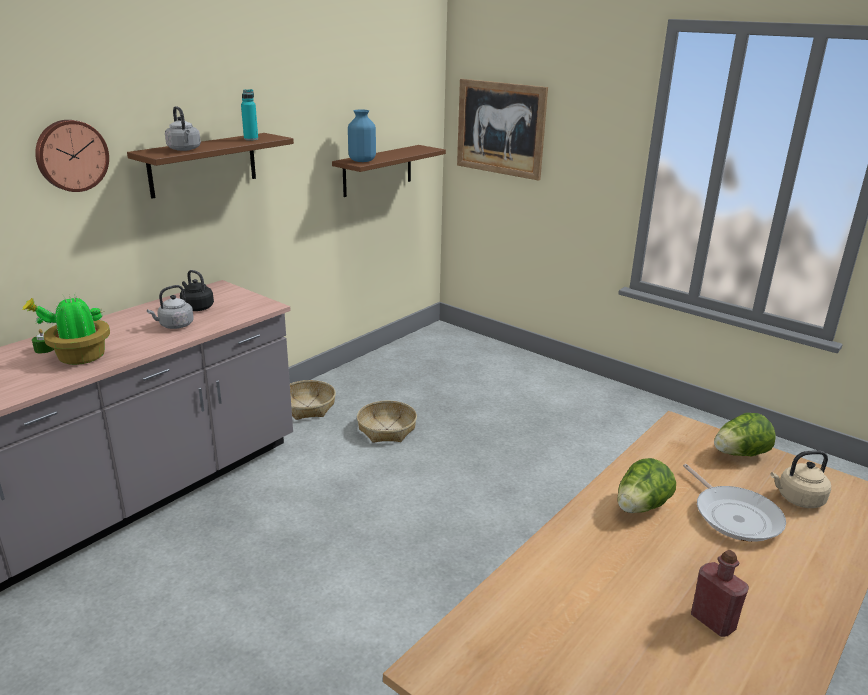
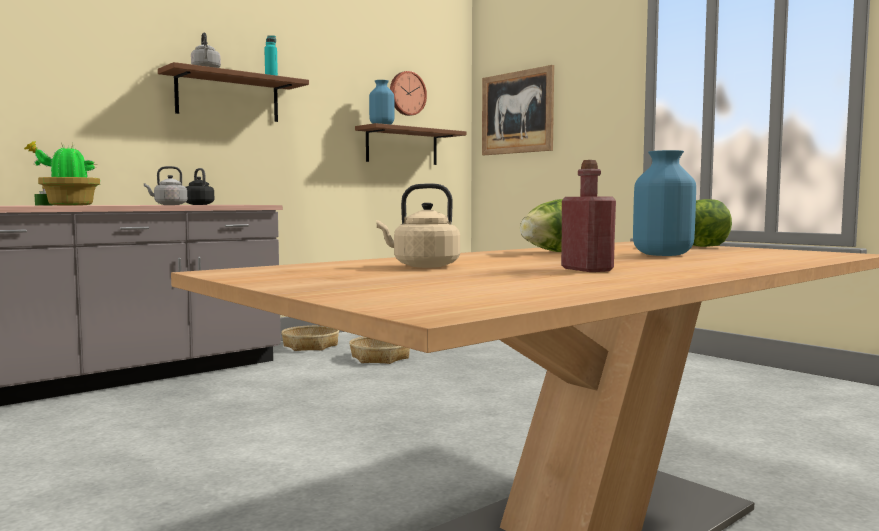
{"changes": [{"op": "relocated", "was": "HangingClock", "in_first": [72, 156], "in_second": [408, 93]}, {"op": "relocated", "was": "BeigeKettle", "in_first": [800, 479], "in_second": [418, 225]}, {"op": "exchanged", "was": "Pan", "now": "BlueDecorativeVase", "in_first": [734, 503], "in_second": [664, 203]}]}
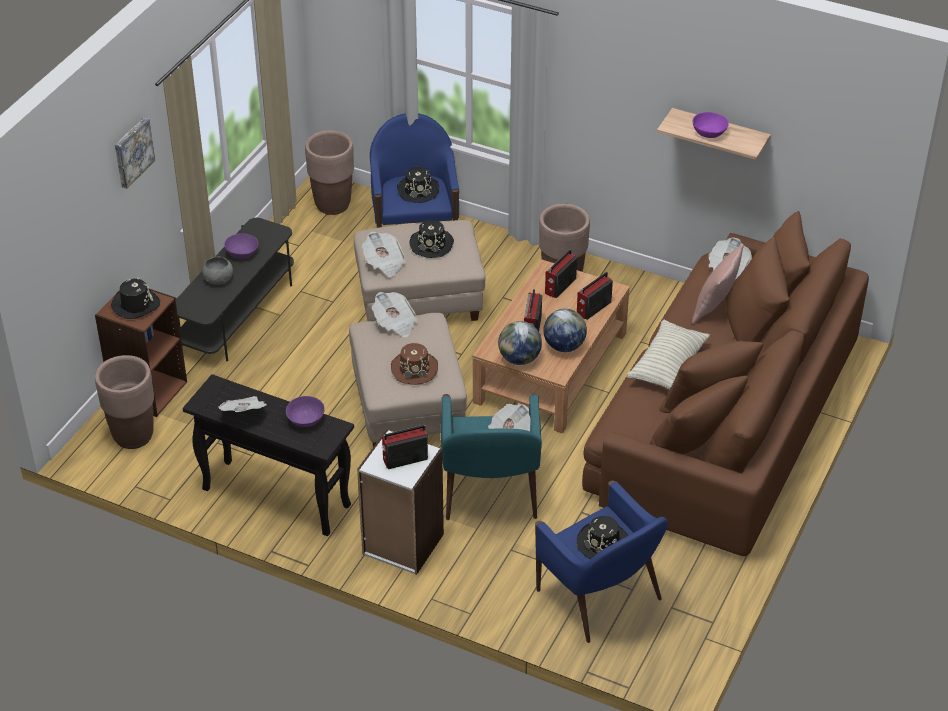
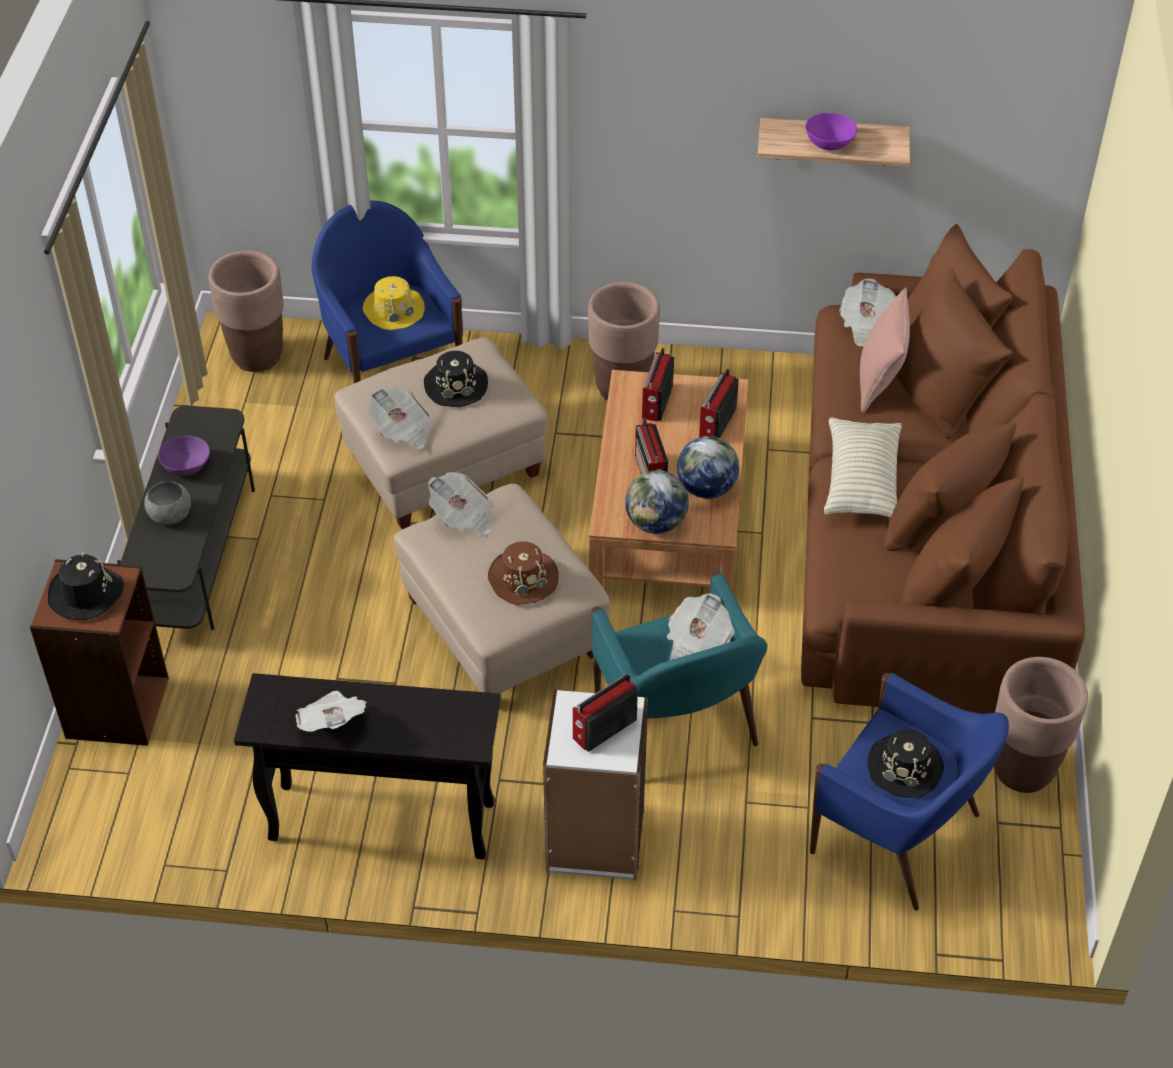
{"changes": [{"op": "missing", "was": "WallArt", "in_first": [135, 153]}, {"op": "missing", "was": "PurpleDeepDish", "in_first": [305, 411]}, {"op": "relocated", "was": "BrownFlowerPot", "in_first": [124, 402], "in_second": [1041, 725]}, {"op": "colour", "was": "BlackishClothingHat", "now": "YellowishClothingHat", "in_first": [418, 185], "in_second": [394, 303]}]}
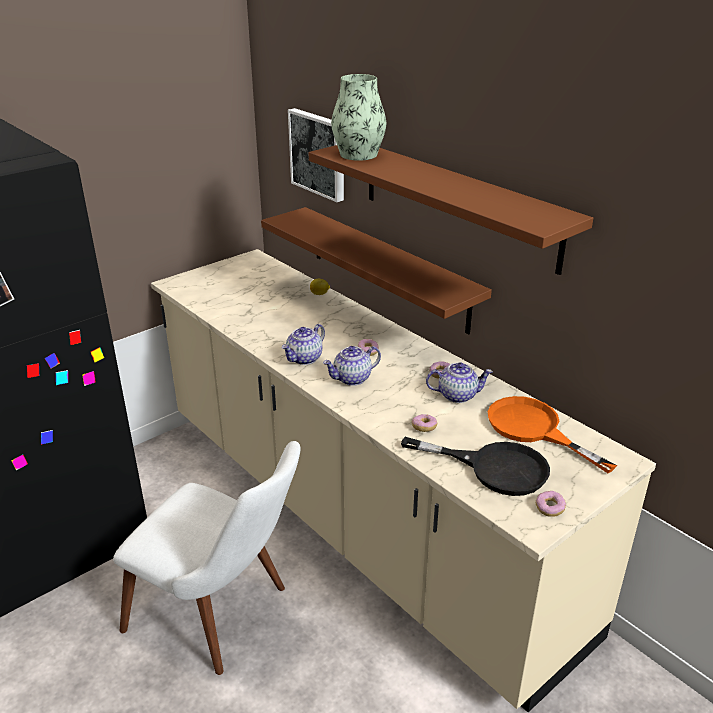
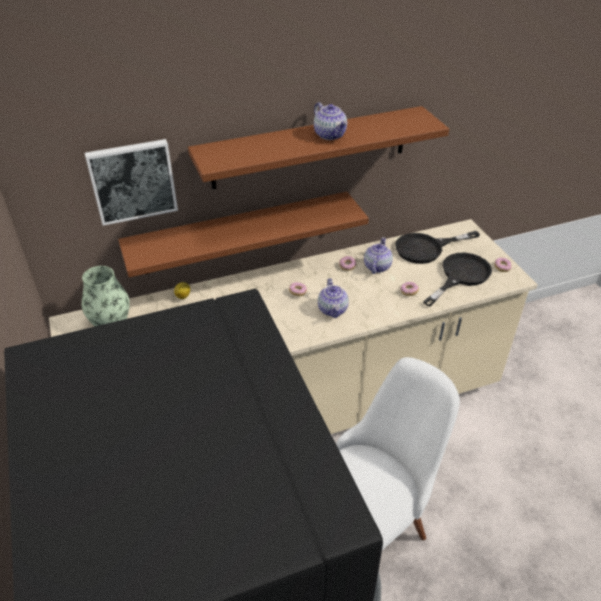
{"changes": [{"op": "relocated", "was": "TeaPot", "in_first": [303, 344], "in_second": [331, 121]}, {"op": "relocated", "was": "DecorativeVase", "in_first": [359, 117], "in_second": [106, 296]}, {"op": "colour", "was": "OrangeyPan", "now": "BlackishPan", "in_first": [552, 434], "in_second": [437, 247]}]}
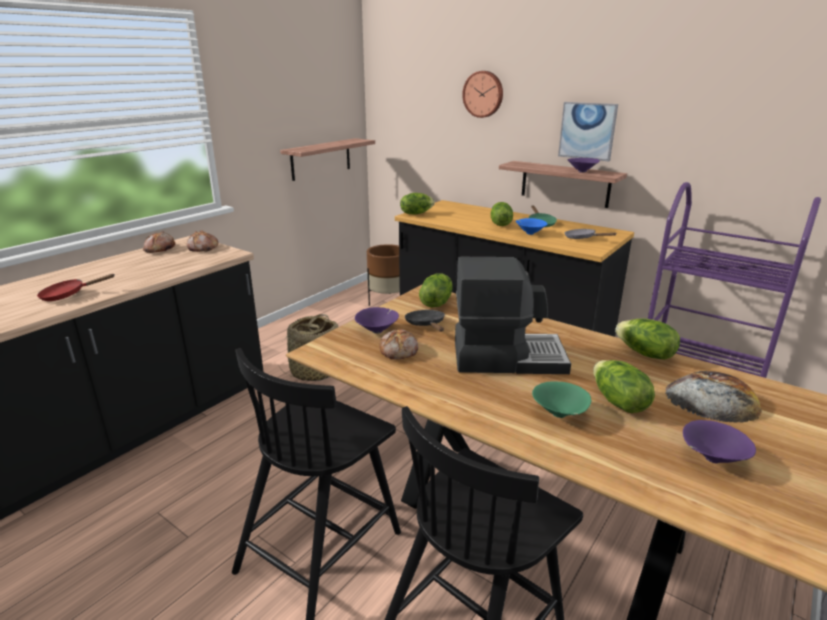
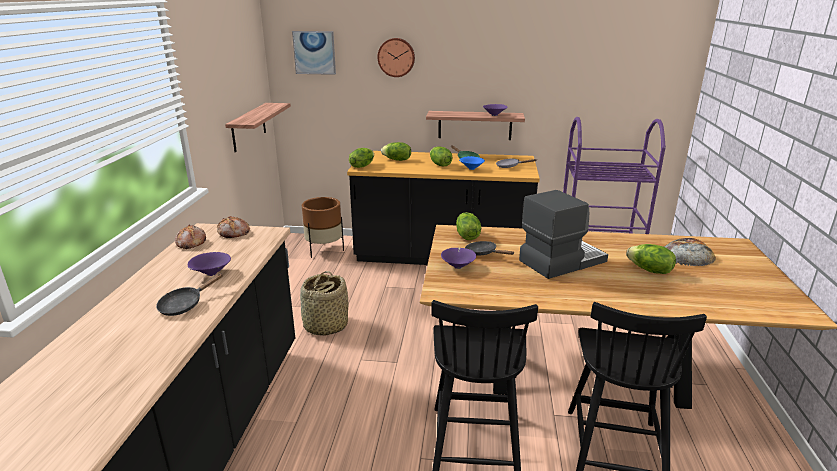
{"changes": [{"op": "missing", "was": "BakedBread", "in_first": [399, 344]}, {"op": "missing", "was": "GreenColouredDeepDish", "in_first": [562, 399]}, {"op": "relocated", "was": "WallArt", "in_first": [588, 131], "in_second": [314, 53]}, {"op": "relocated", "was": "LettuceHead", "in_first": [647, 339], "in_second": [396, 151]}, {"op": "relocated", "was": "PurpleDeepDish", "in_first": [719, 441], "in_second": [209, 264]}, {"op": "colour", "was": "ReddishPan", "now": "BlackishPan", "in_first": [75, 287], "in_second": [189, 294]}]}
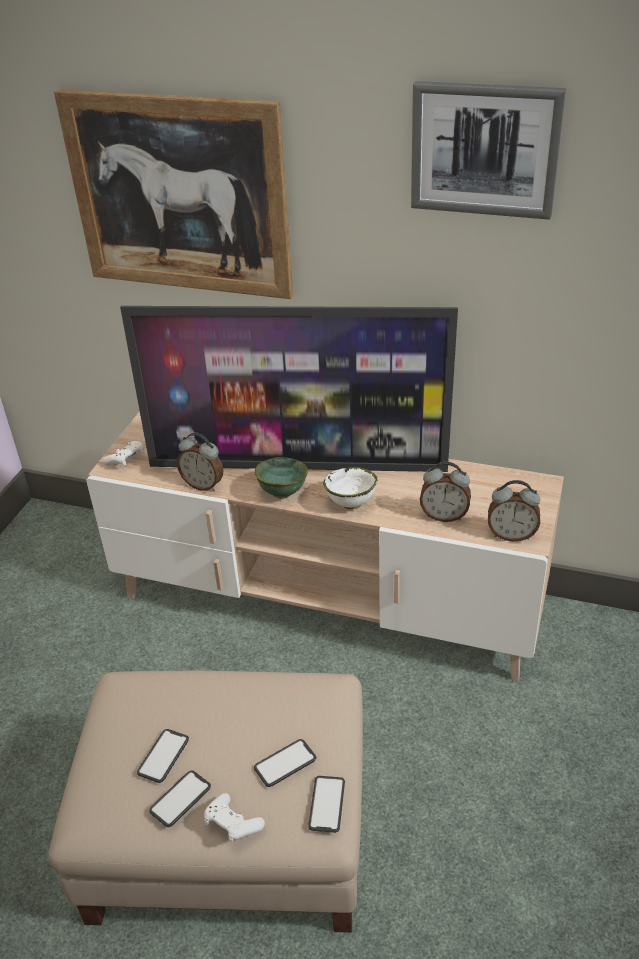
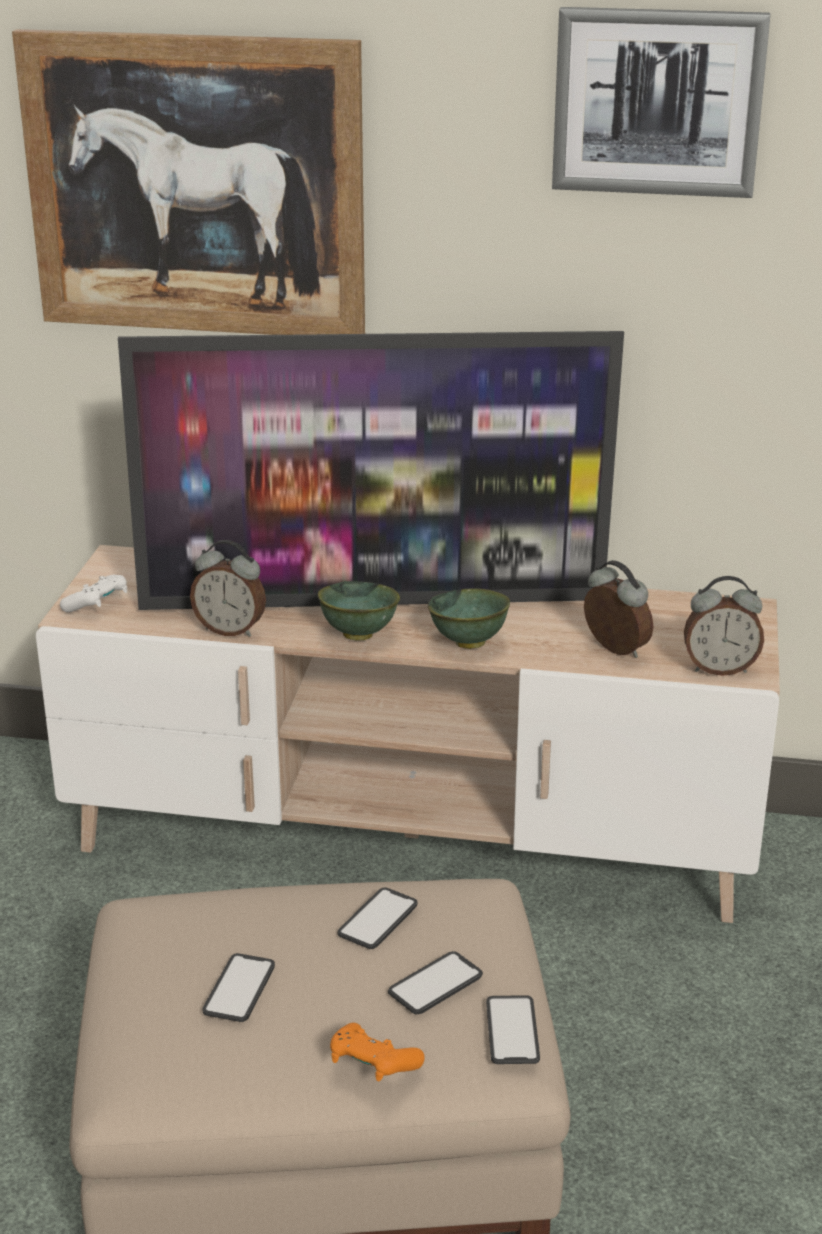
{"changes": [{"op": "relocated", "was": "Telephone", "in_first": [180, 798], "in_second": [377, 918]}, {"op": "colour", "was": "WhiteJoypad", "now": "OrangeyJoypad", "in_first": [234, 818], "in_second": [377, 1052]}, {"op": "colour", "was": "WhiteDeepDish", "now": "GreenColouredDeepDish", "in_first": [350, 488], "in_second": [469, 618]}, {"op": "spun", "was": "TableClock", "in_first": [445, 492], "in_second": [619, 609], "clockwise": -135}]}
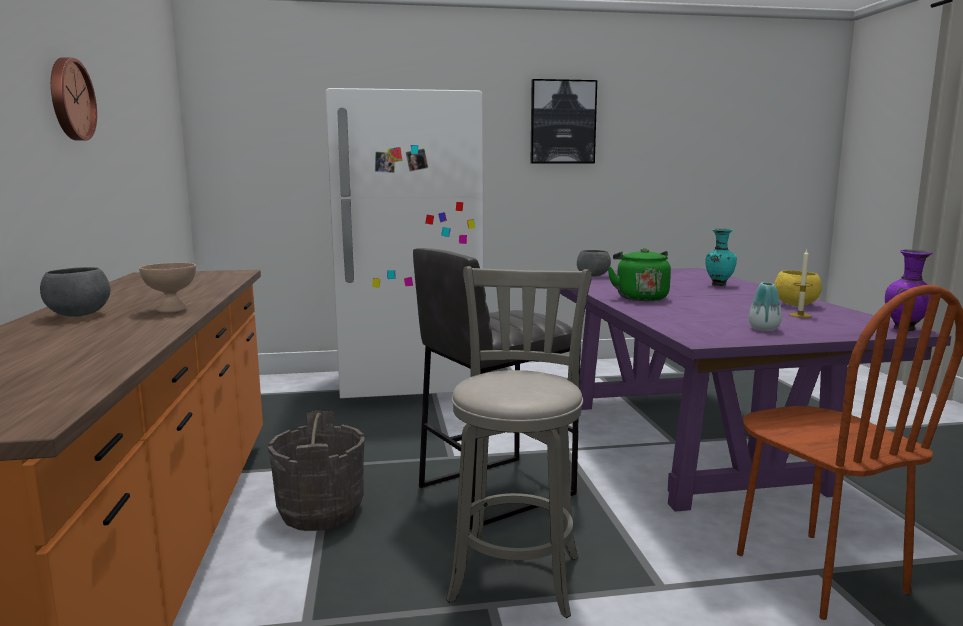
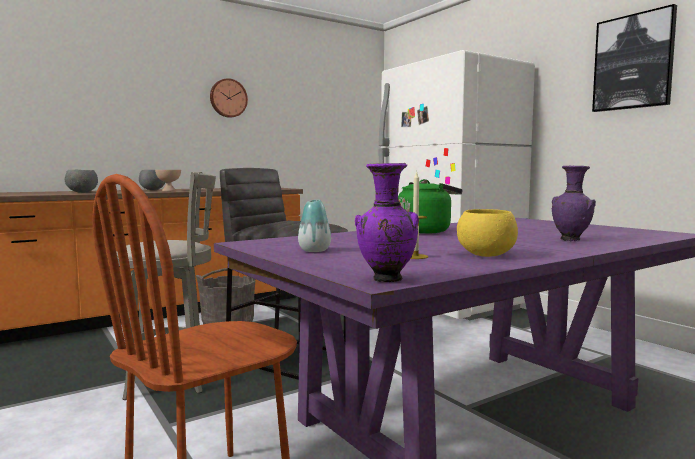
{"changes": [{"op": "relocated", "was": "GreyDeepDish", "in_first": [594, 263], "in_second": [81, 181]}, {"op": "colour", "was": "TurquoiseDecorativeVase", "now": "PurpleDecorativeVase", "in_first": [721, 257], "in_second": [574, 204]}]}
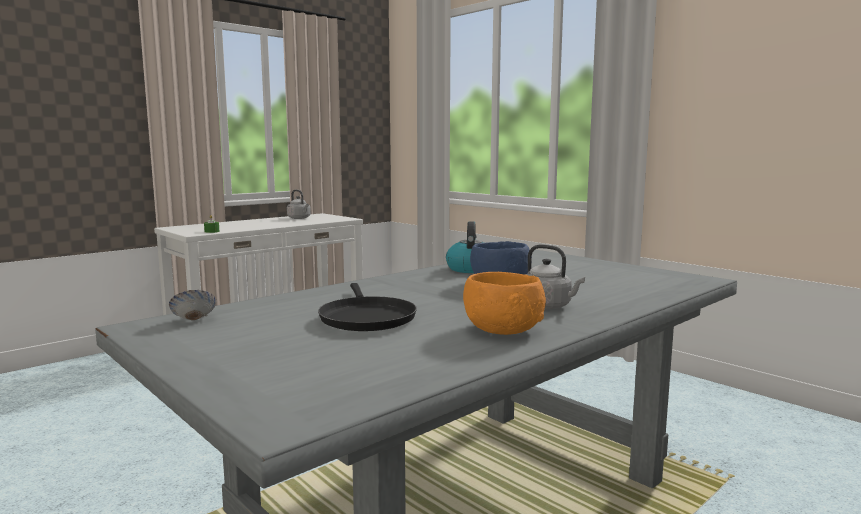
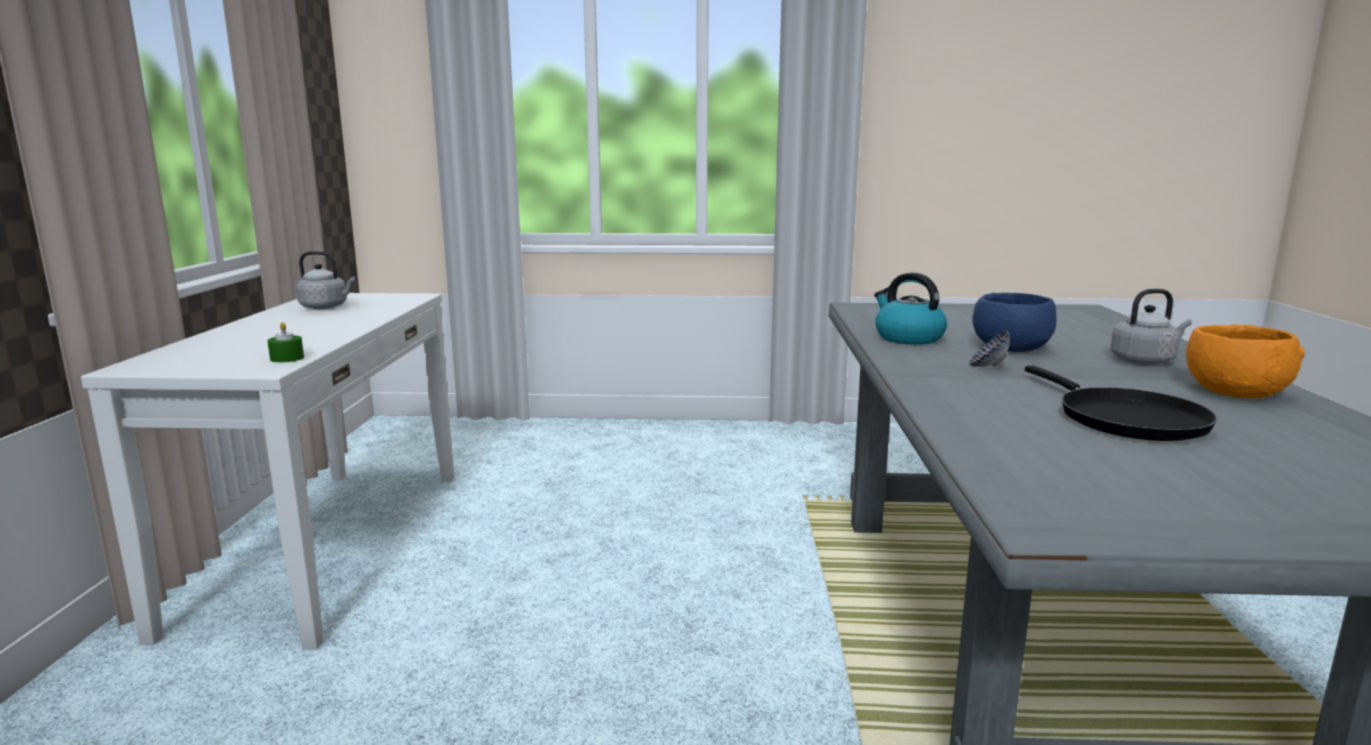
{"changes": [{"op": "relocated", "was": "DeepDish", "in_first": [192, 305], "in_second": [989, 348]}, {"op": "spun", "was": "BlackishPan", "in_first": [367, 307], "in_second": [1121, 403], "clockwise": 45}]}
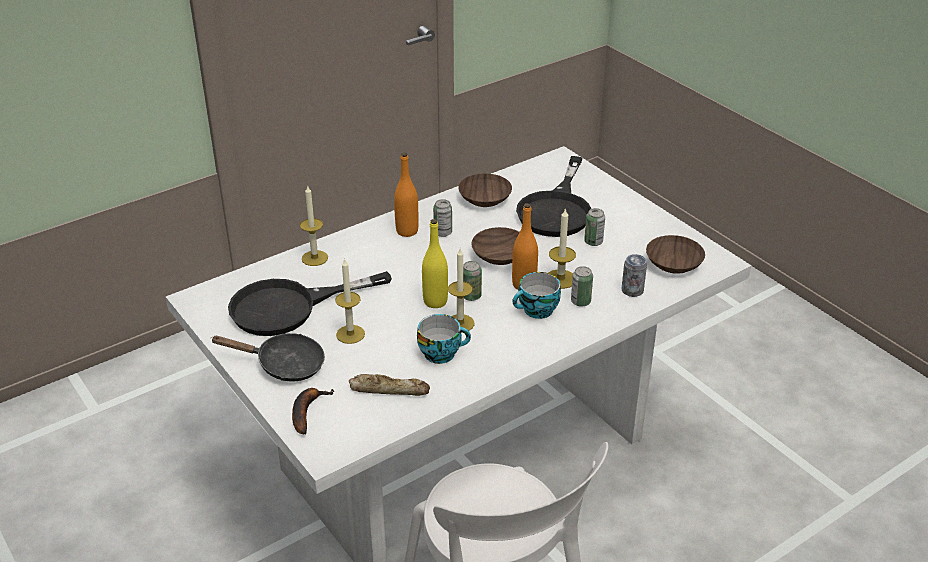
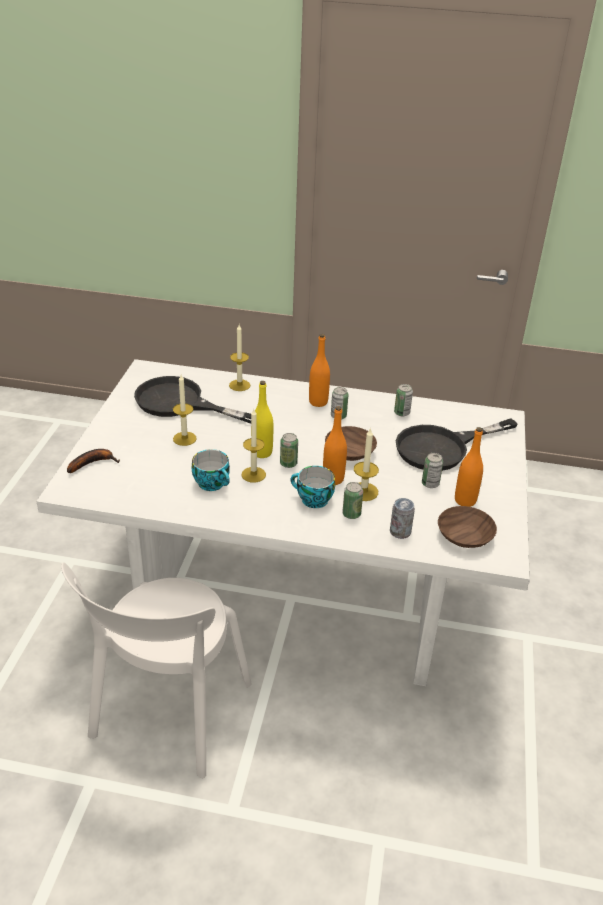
{"changes": [{"op": "missing", "was": "BlackishPan", "in_first": [267, 357]}, {"op": "missing", "was": "BakedBread", "in_first": [389, 385]}, {"op": "appeared", "now": "OrangeyBeverageBottle", "in_second": [469, 467]}, {"op": "exchanged", "was": "BrownDeepDish", "now": "SealedCan", "in_first": [485, 190], "in_second": [403, 400]}]}
